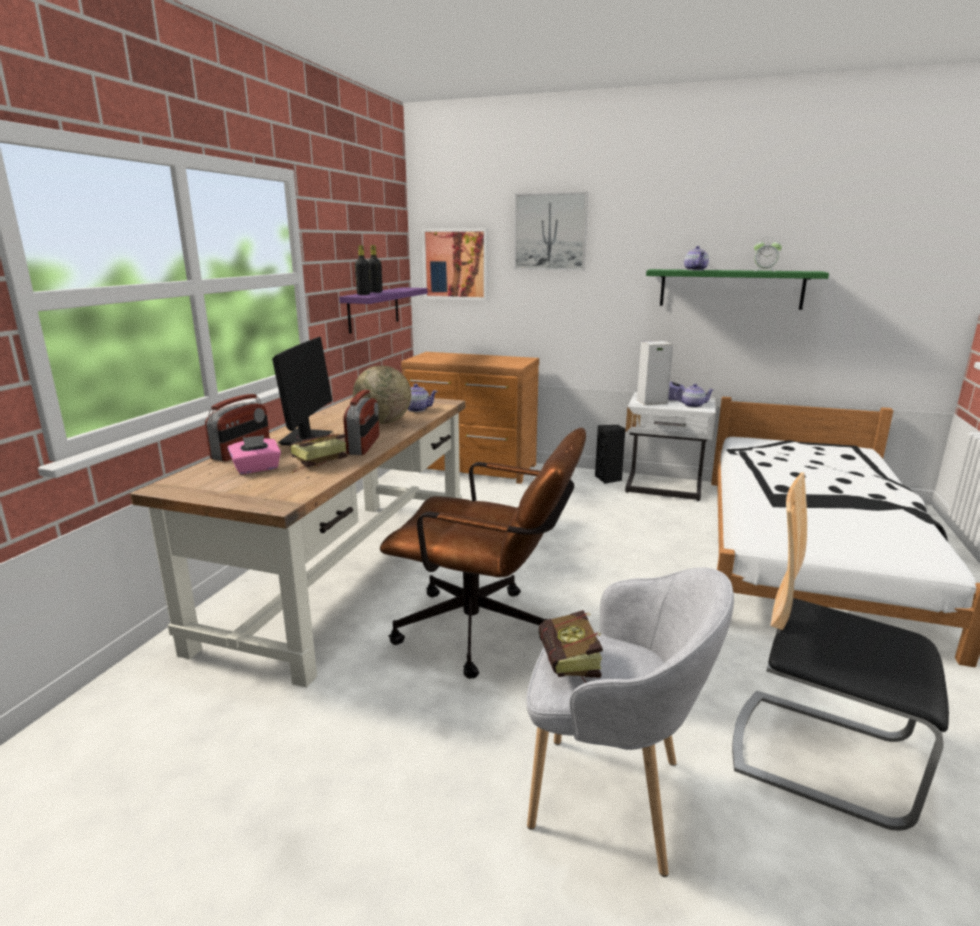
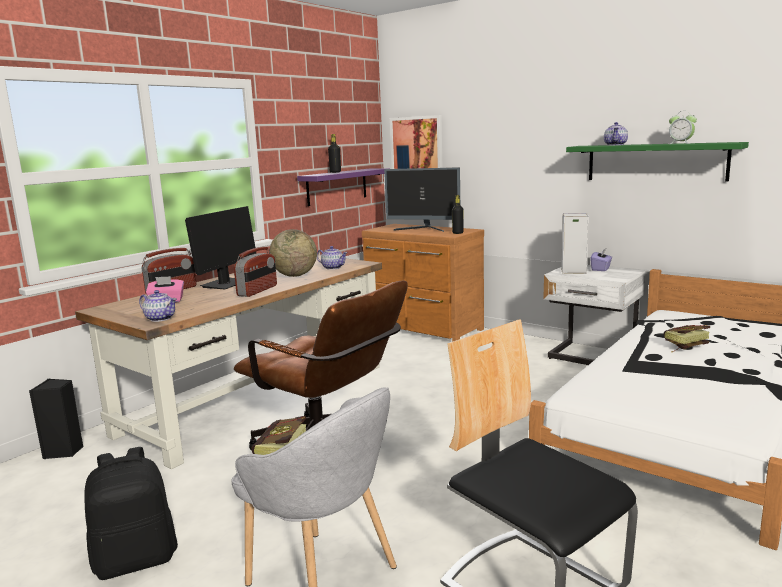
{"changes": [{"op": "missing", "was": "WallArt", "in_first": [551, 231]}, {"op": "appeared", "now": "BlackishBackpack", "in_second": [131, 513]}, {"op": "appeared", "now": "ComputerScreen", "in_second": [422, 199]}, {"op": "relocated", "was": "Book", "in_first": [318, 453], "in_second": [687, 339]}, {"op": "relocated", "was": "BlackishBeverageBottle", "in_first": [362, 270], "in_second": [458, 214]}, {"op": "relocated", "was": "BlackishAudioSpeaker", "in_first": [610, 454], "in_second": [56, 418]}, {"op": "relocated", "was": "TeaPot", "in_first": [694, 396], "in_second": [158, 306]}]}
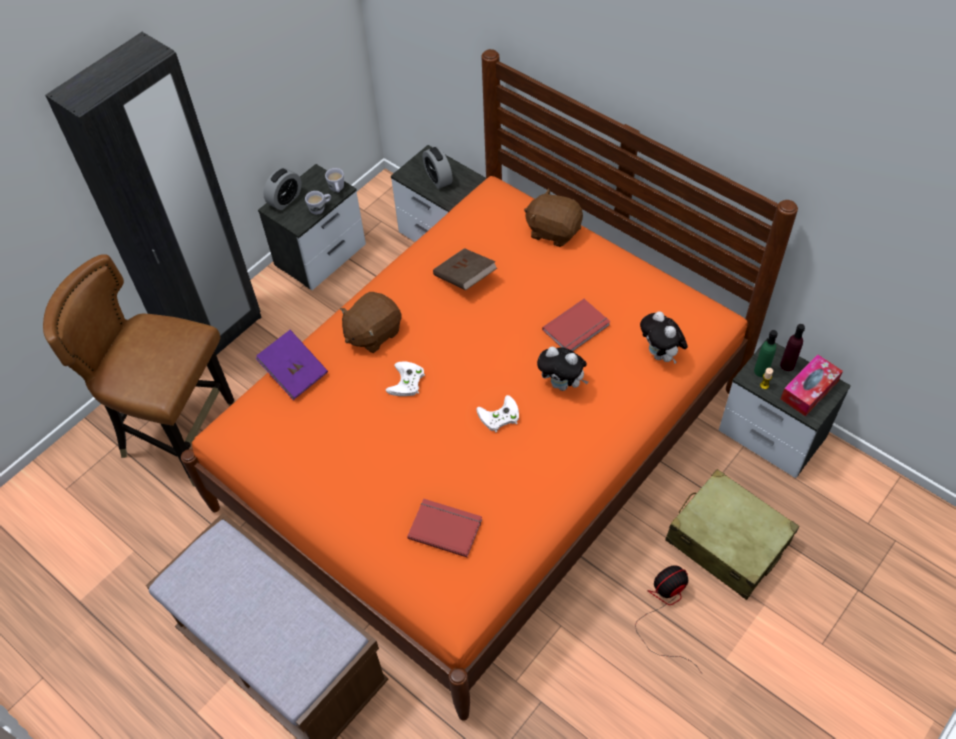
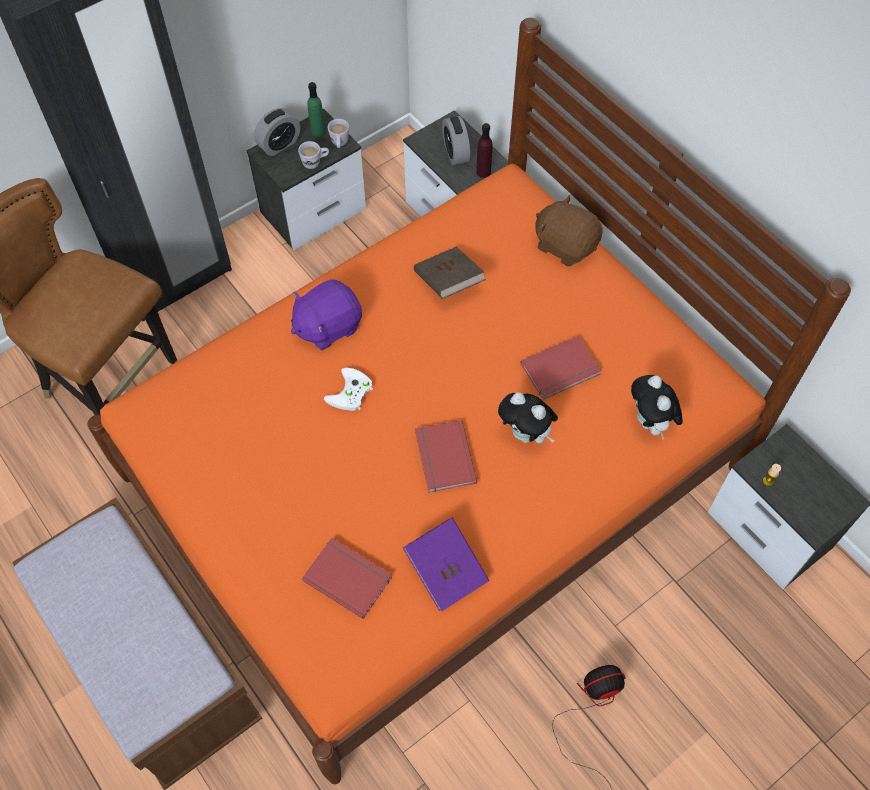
{"changes": [{"op": "missing", "was": "BeigePieceOfLuggage", "in_first": [732, 534]}, {"op": "missing", "was": "TissueBox", "in_first": [812, 385]}, {"op": "relocated", "was": "PurpleBook", "in_first": [292, 365], "in_second": [446, 564]}, {"op": "relocated", "was": "GreenColouredBeverageBottle", "in_first": [766, 353], "in_second": [316, 109]}, {"op": "relocated", "was": "PurpleBeverageBottle", "in_first": [792, 347], "in_second": [484, 150]}, {"op": "exchanged", "was": "WhiteJoypad", "now": "ReddishBook", "in_first": [497, 414], "in_second": [446, 456]}, {"op": "colour", "was": "BrownCuddlyToy", "now": "PurpleCuddlyToy", "in_first": [371, 322], "in_second": [326, 314]}]}
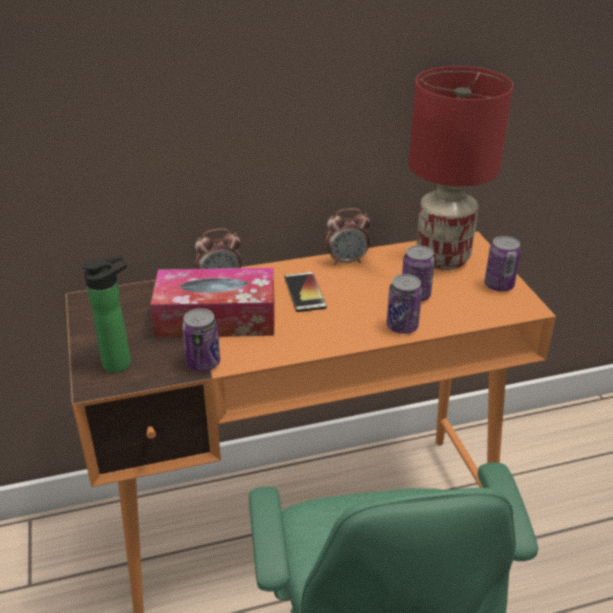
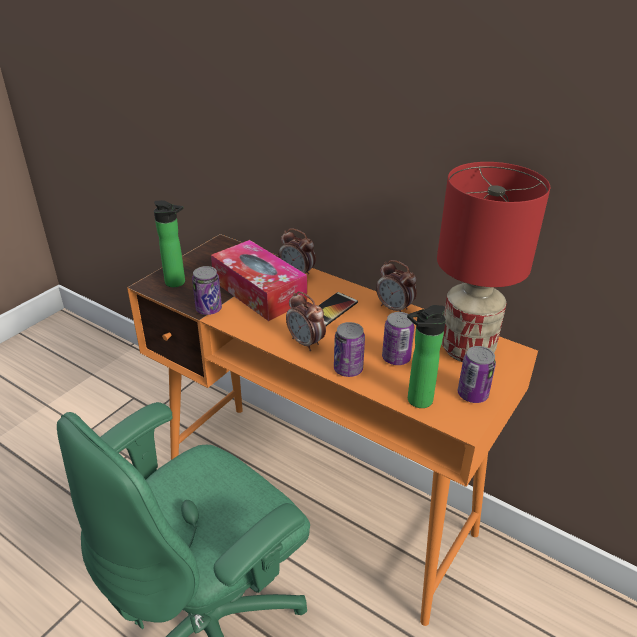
{"changes": [{"op": "appeared", "now": "TableClock", "in_second": [306, 321]}, {"op": "appeared", "now": "BeverageBottle", "in_second": [426, 356]}]}
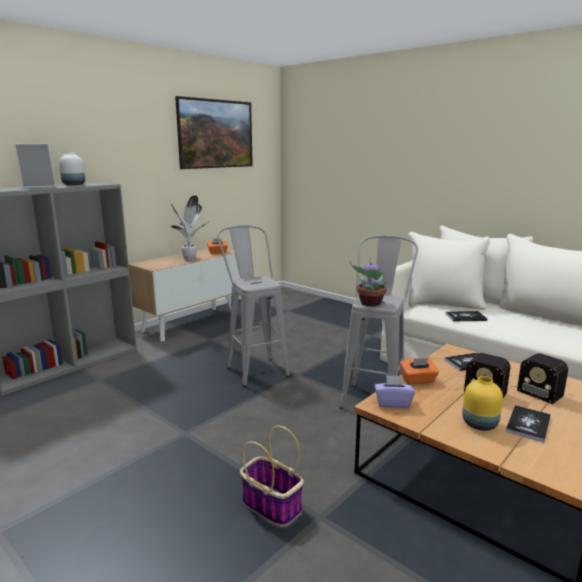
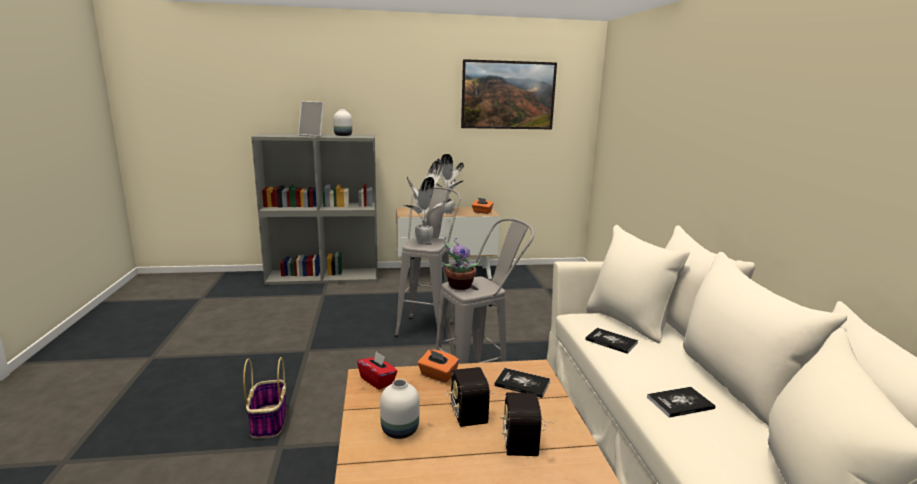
{"changes": [{"op": "appeared", "now": "Houseplant", "in_second": [427, 202]}, {"op": "relocated", "was": "Book", "in_first": [528, 424], "in_second": [681, 402]}, {"op": "colour", "was": "PurpleTissueBox", "now": "ReddishTissueBox", "in_first": [394, 391], "in_second": [377, 370]}, {"op": "colour", "was": "YellowishDecorativeVase", "now": "WhiteDecorativeVase", "in_first": [482, 403], "in_second": [399, 409]}]}
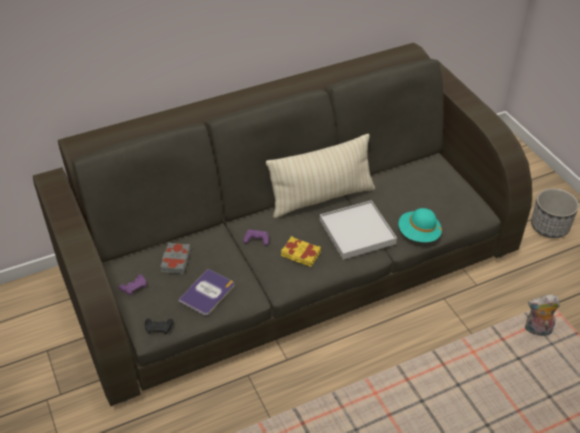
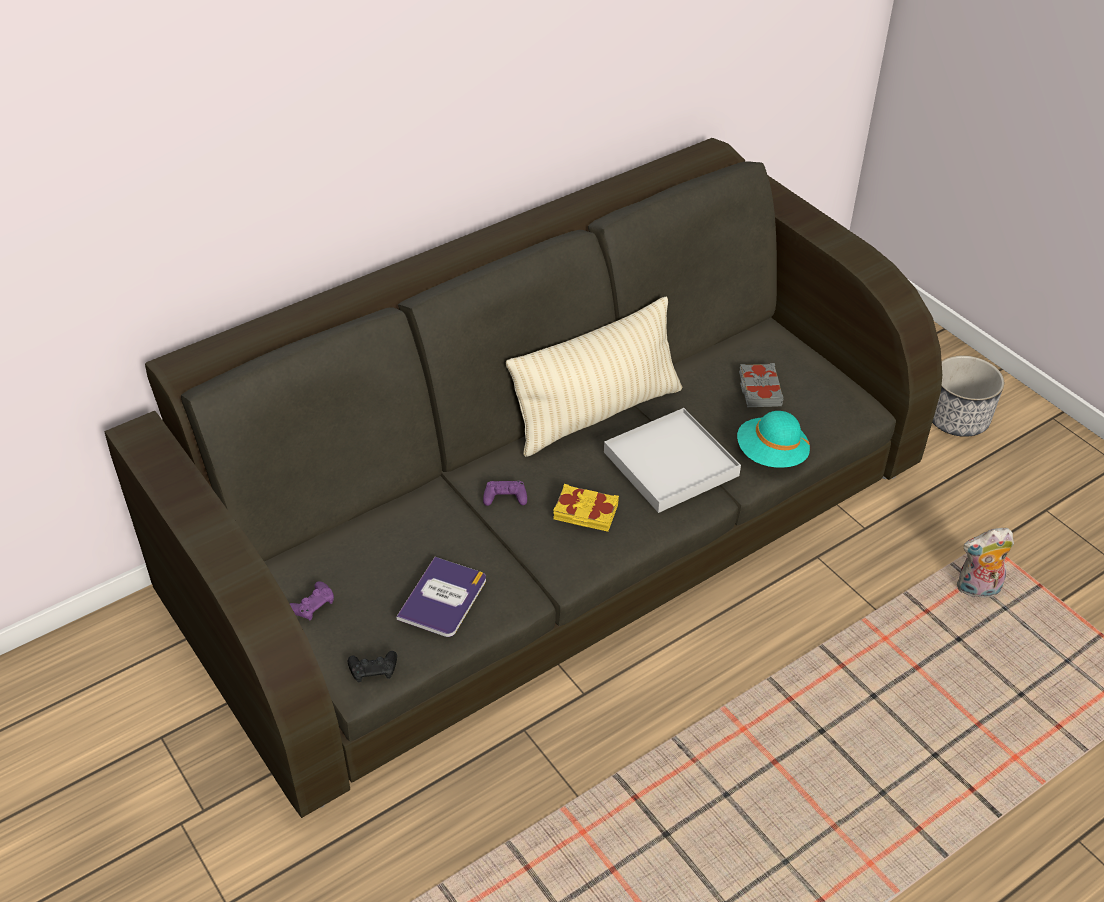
{"changes": [{"op": "relocated", "was": "GreyBook", "in_first": [175, 258], "in_second": [761, 385]}]}
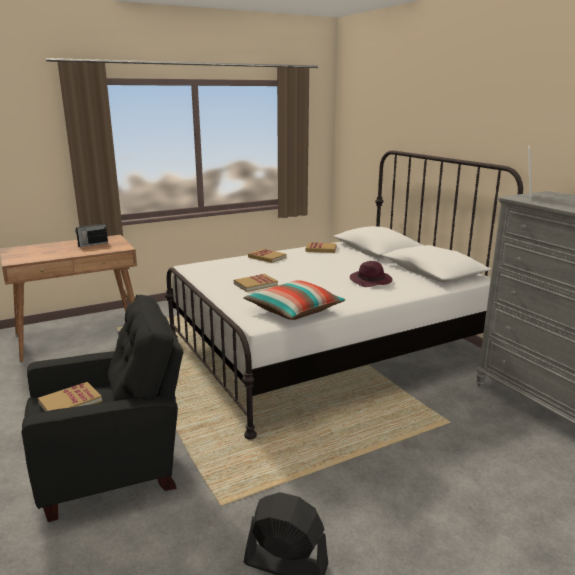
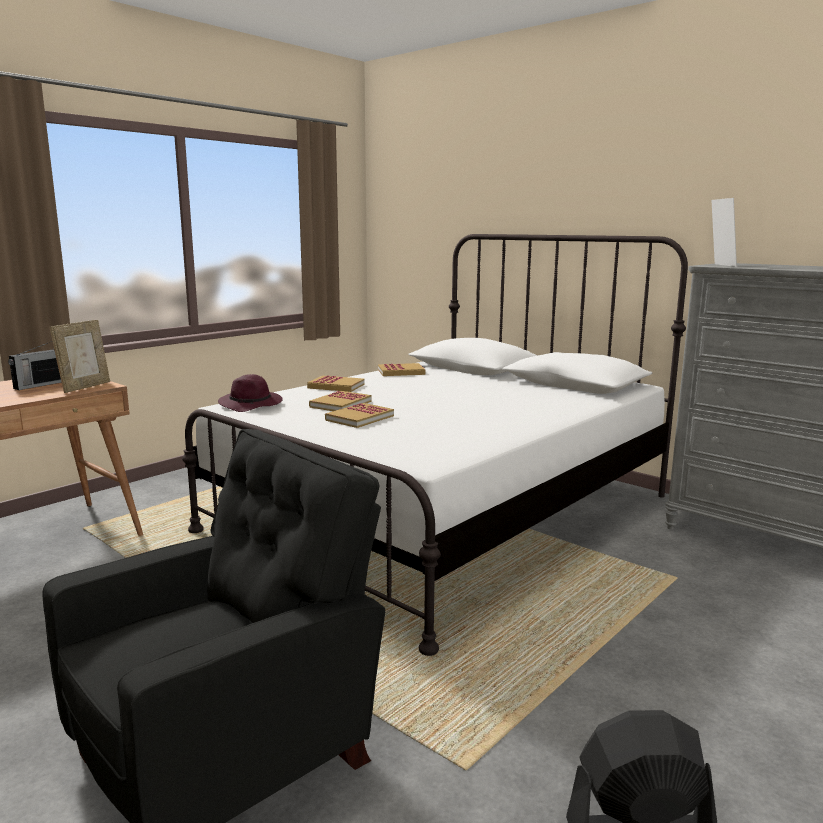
{"changes": [{"op": "missing", "was": "ThrowPillow", "in_first": [294, 300]}, {"op": "appeared", "now": "PhotoFrame", "in_second": [80, 356]}, {"op": "relocated", "was": "Book", "in_first": [70, 397], "in_second": [340, 401]}, {"op": "relocated", "was": "PurpleClothingHat", "in_first": [371, 274], "in_second": [250, 393]}]}
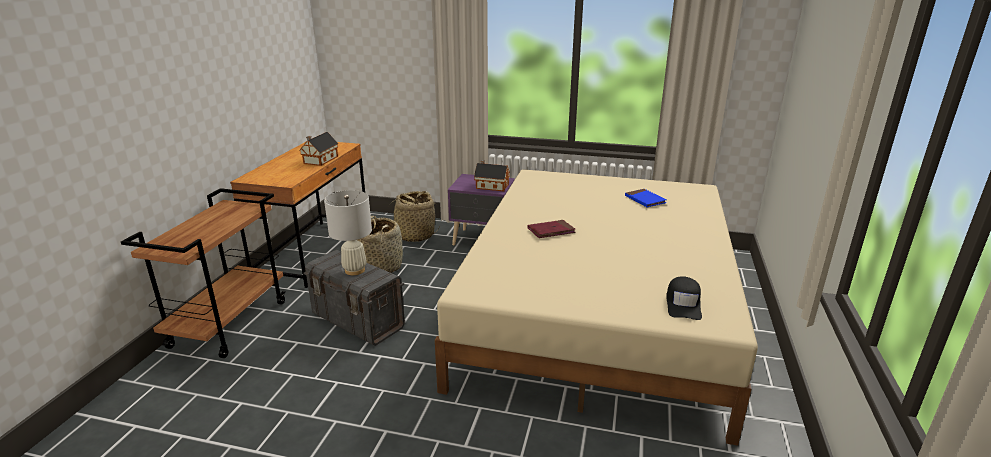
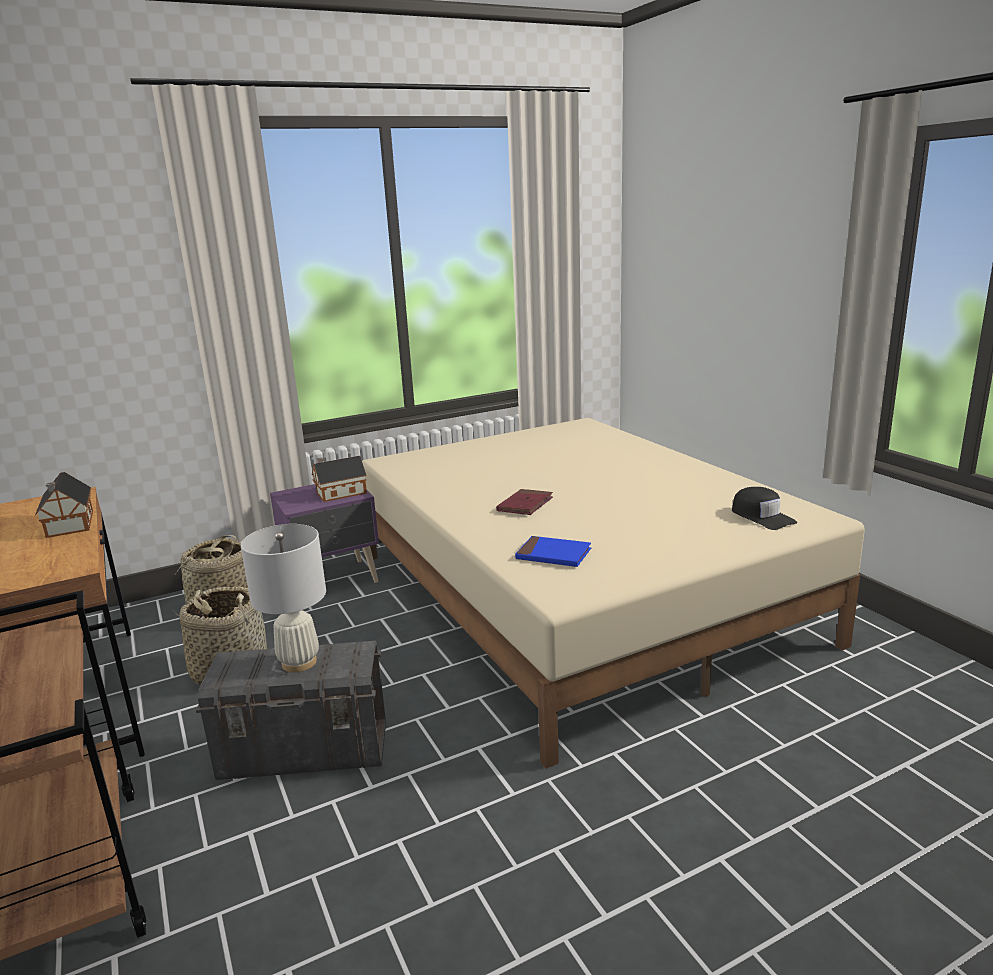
{"changes": [{"op": "relocated", "was": "BlueBook", "in_first": [645, 198], "in_second": [553, 551]}]}
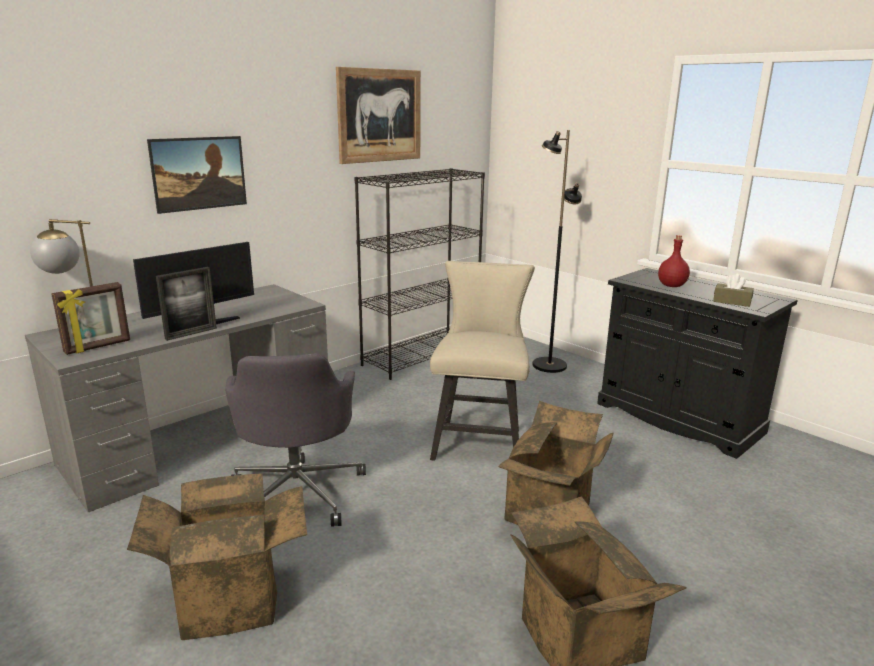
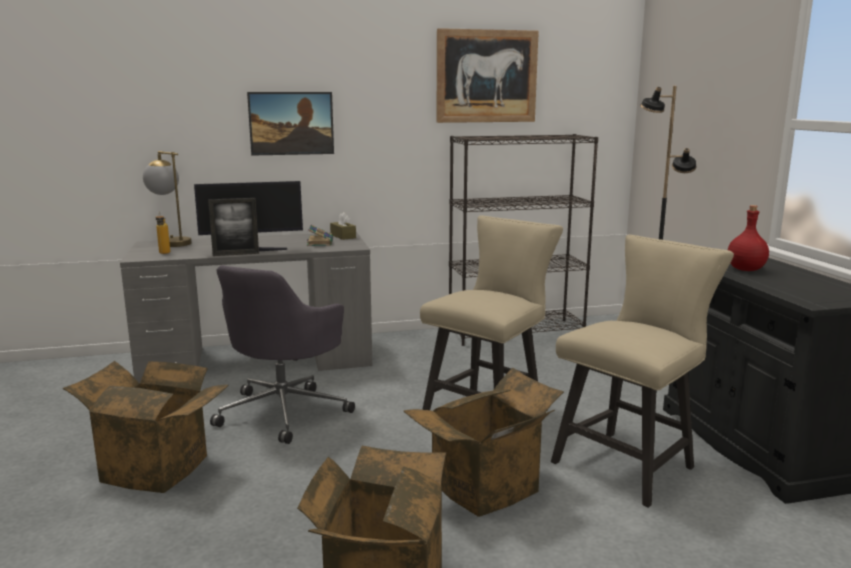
{"changes": [{"op": "appeared", "now": "Book", "in_second": [320, 235]}, {"op": "appeared", "now": "BeigeChair", "in_second": [642, 371]}, {"op": "relocated", "was": "BrownTissueBox", "in_first": [733, 290], "in_second": [343, 226]}, {"op": "exchanged", "was": "PhotoFrame", "now": "BeverageBottle", "in_first": [90, 318], "in_second": [163, 233]}]}
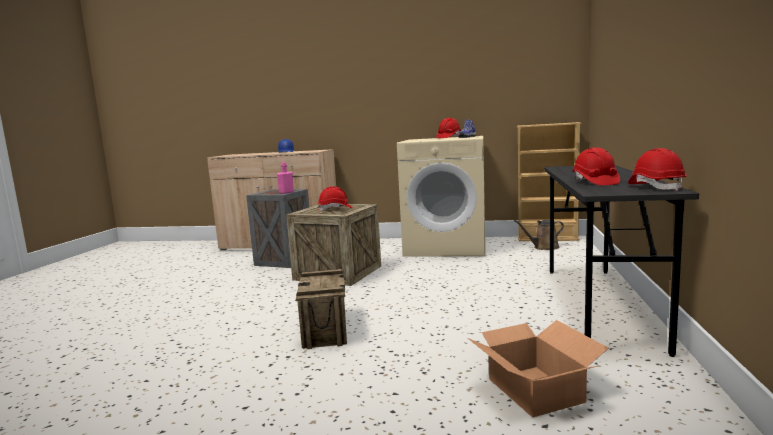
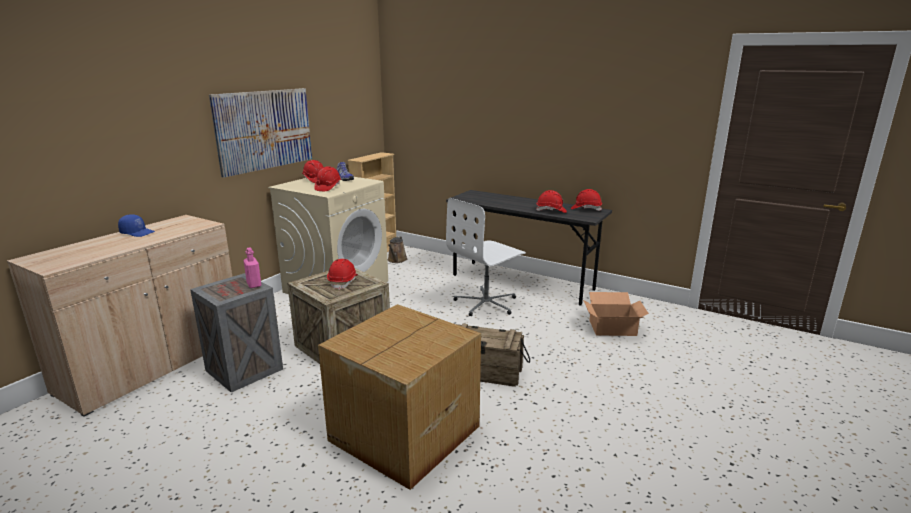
{"changes": [{"op": "appeared", "now": "WallArt", "in_second": [260, 133]}, {"op": "appeared", "now": "ReddishSafetyHelmet", "in_second": [328, 178]}, {"op": "appeared", "now": "CardboardBox", "in_second": [399, 397]}, {"op": "appeared", "now": "WhiteOfficeChair", "in_second": [486, 257]}]}
